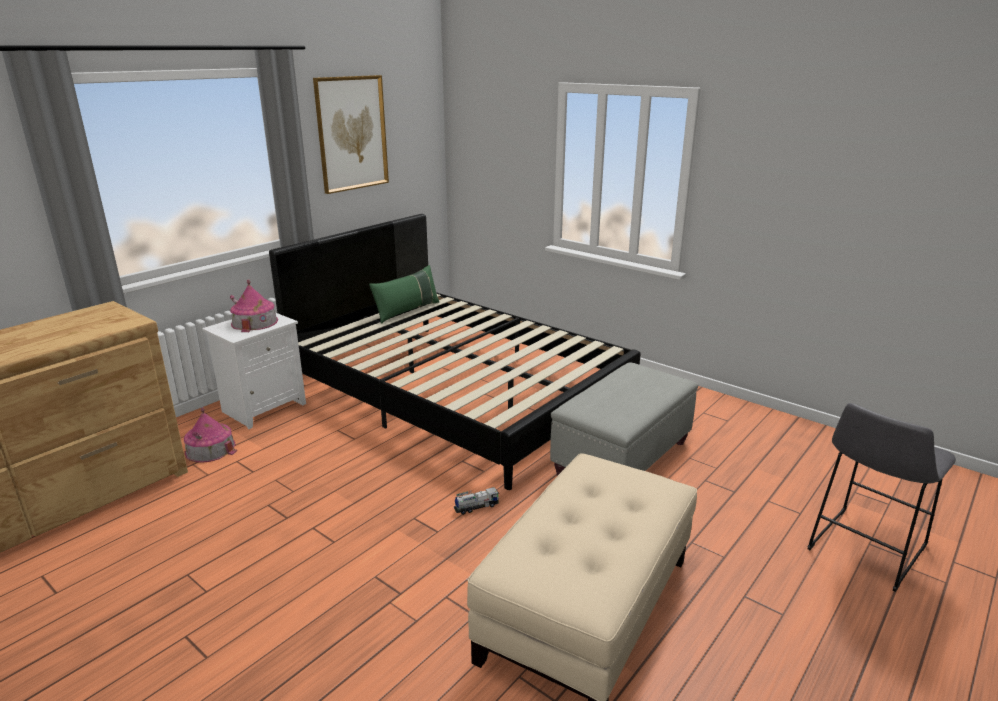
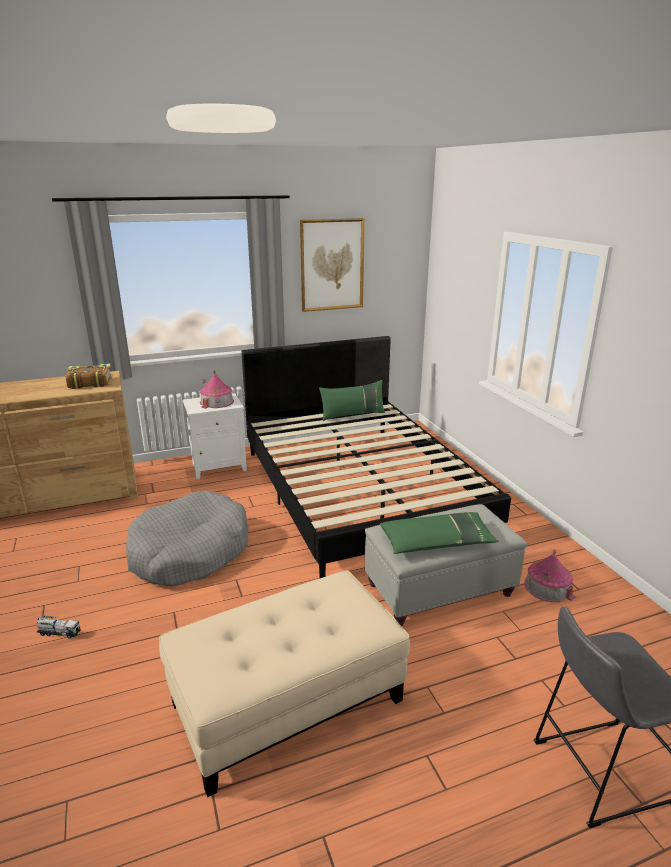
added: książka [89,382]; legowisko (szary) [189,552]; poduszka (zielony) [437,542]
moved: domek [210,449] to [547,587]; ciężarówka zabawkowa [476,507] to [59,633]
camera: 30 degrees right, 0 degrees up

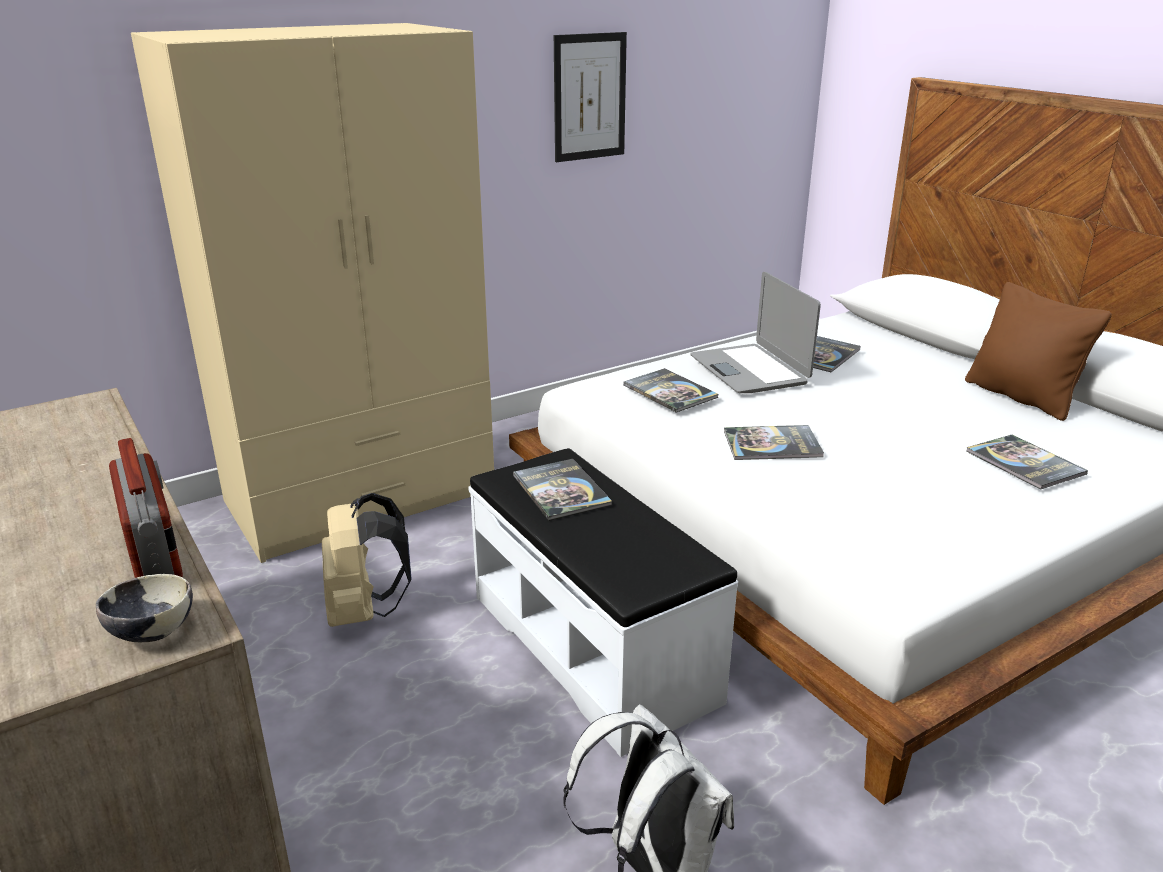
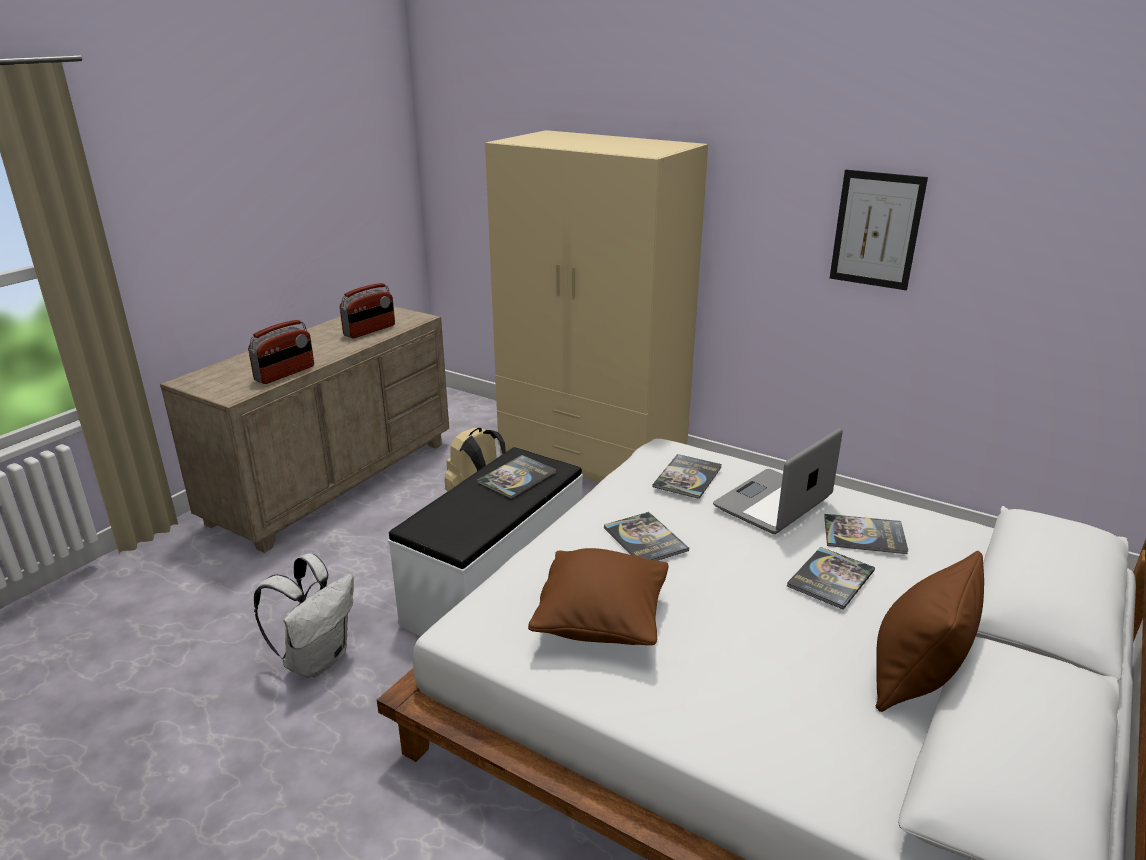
removed: miska [152,633]
added: radio [370,330]; poduszka (brązowy) [601,623]
moved: książka [1024,463] to [830,578]
camera: 65 degrees right, 0 degrees up

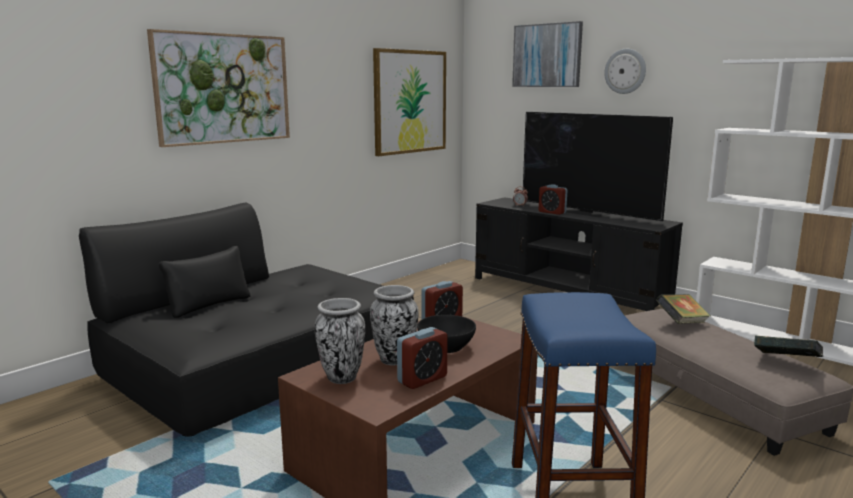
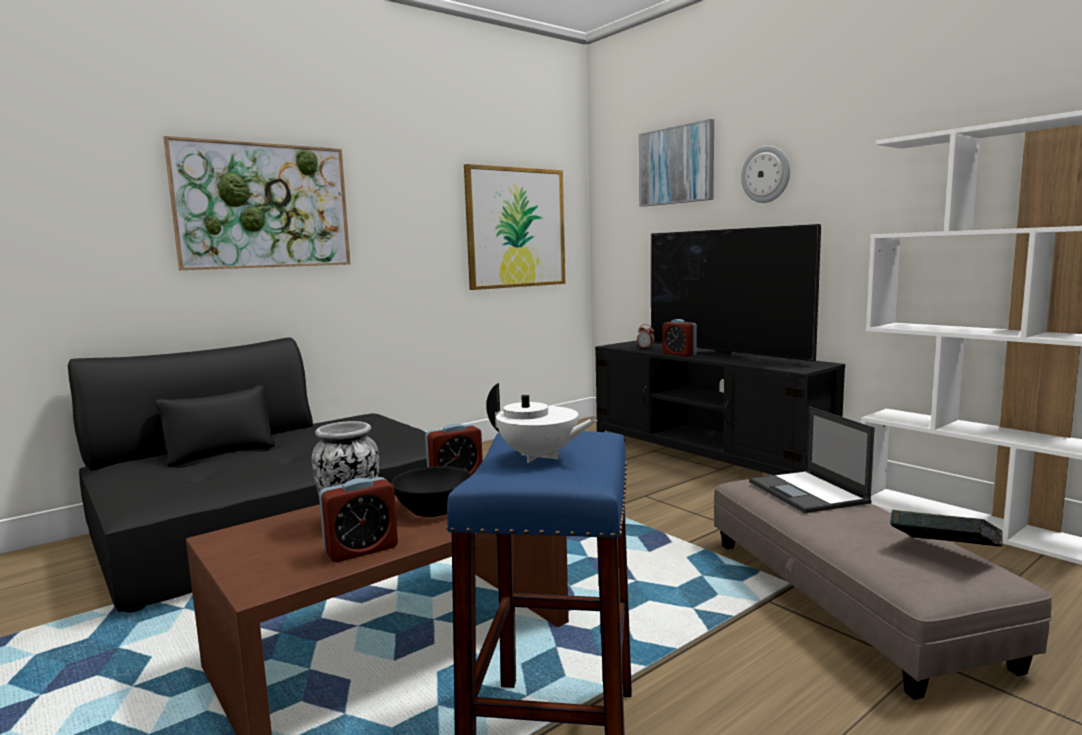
removed: wazon [341,377]
added: imbryk (biały) [539,457]
replaced: książka [681,323] to laptop [808,492]
camera: 10 degrees right, 5 degrees down

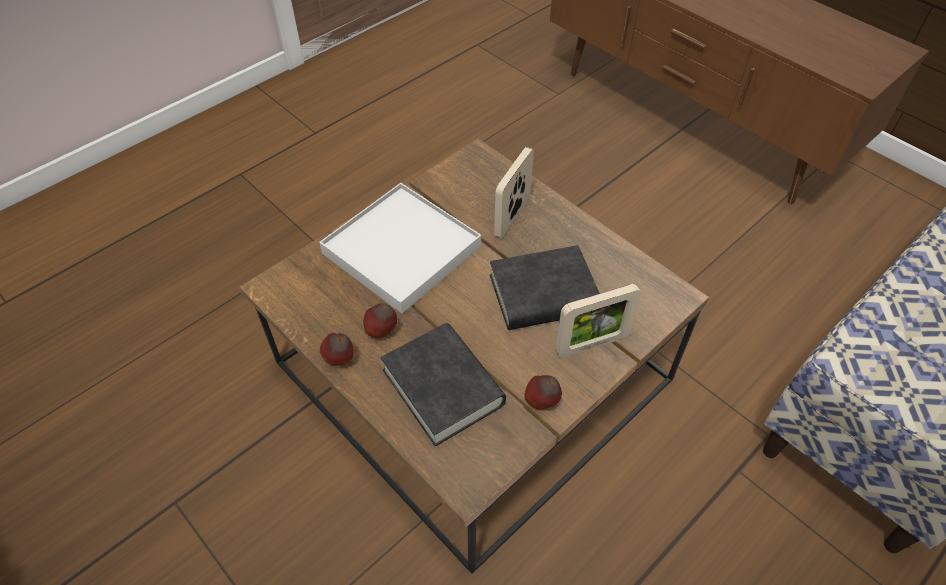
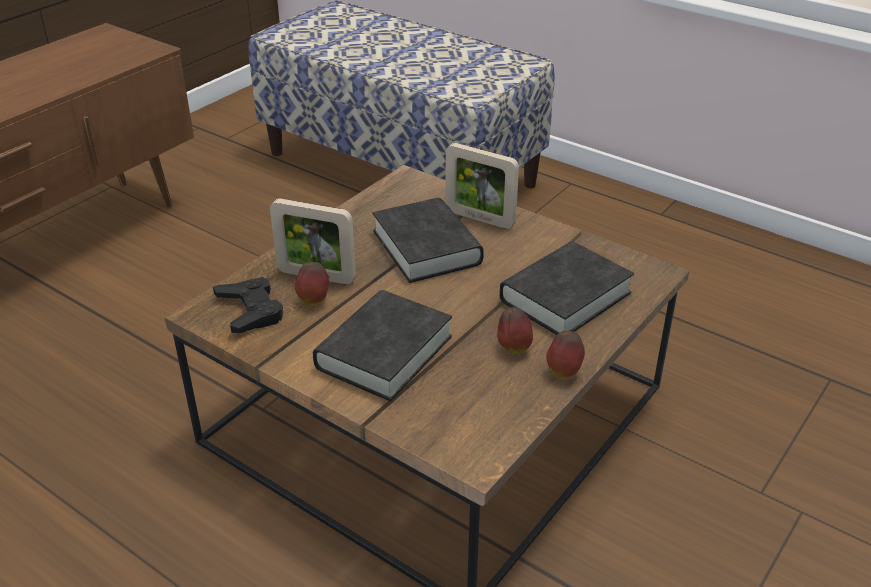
added: pad do gier (czarny) [250,310]
moved: jabłko [541,402] to [314,300]
replaced: taca (biały) [402,250] to książka (czarny) [384,352]
turned: ramka na zdjęcie [591,344] = [479,218] 150 degrees clockwise
camera: 100 degrees left, 15 degrees down

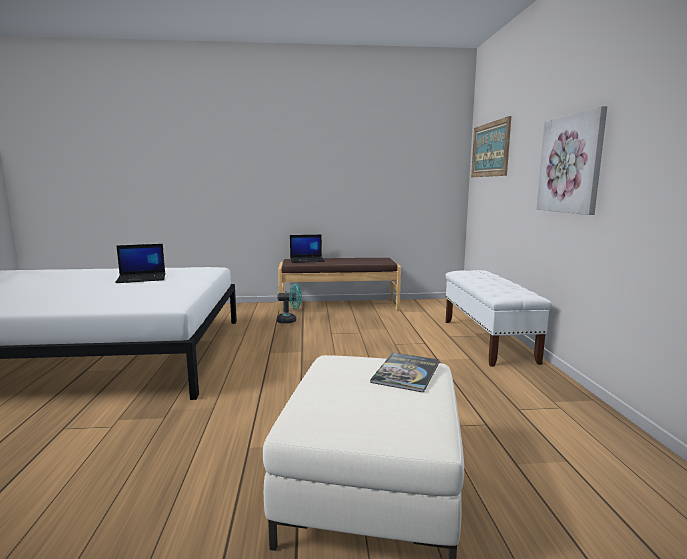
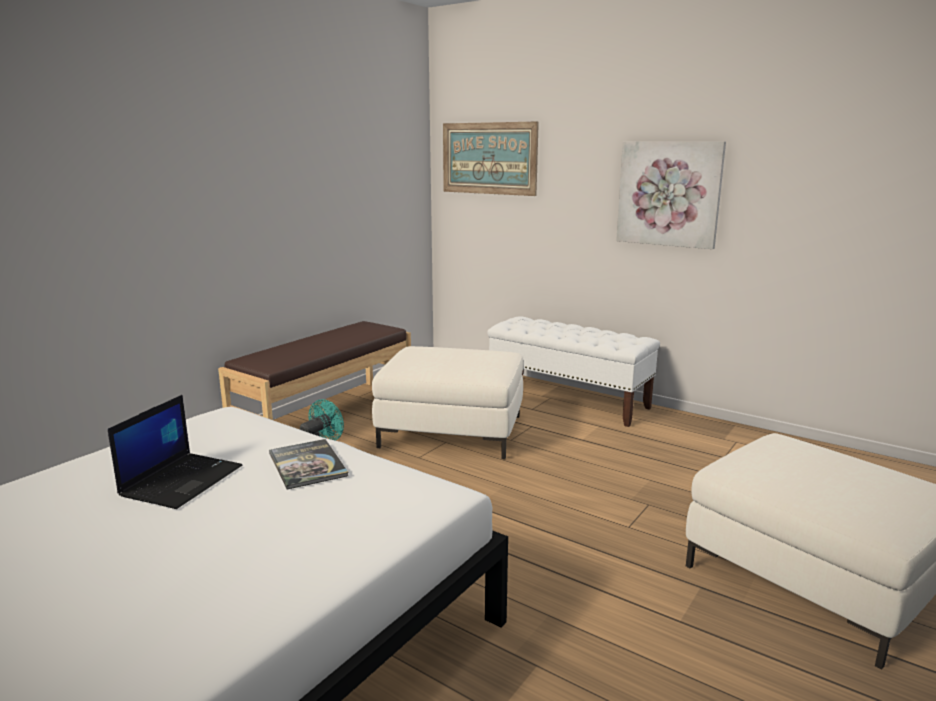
removed: laptop [307,260]
added: pufa (biały) [451,431]
moved: książka [406,372] to [307,465]
camera: 50 degrees left, 5 degrees up

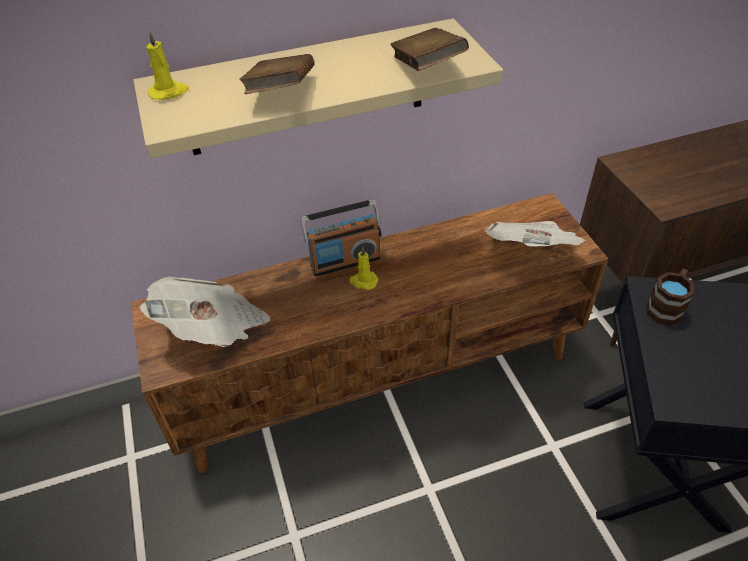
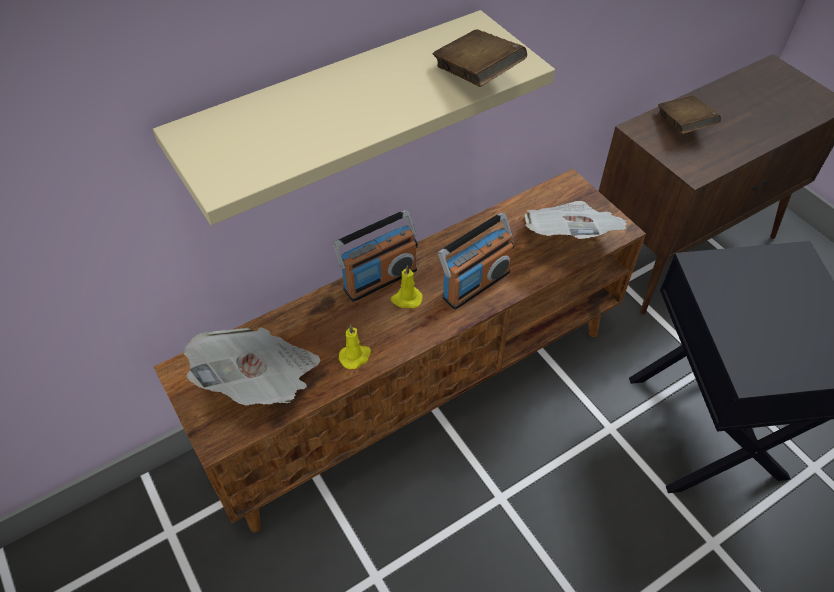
removed: kubek (brązowy) [666,306]
added: radio [475,284]
moved: świeca (żółty) [169,92] to [355,356]; książka (brązowy) [281,93] to [683,126]
camera: 15 degrees left, 5 degrees up

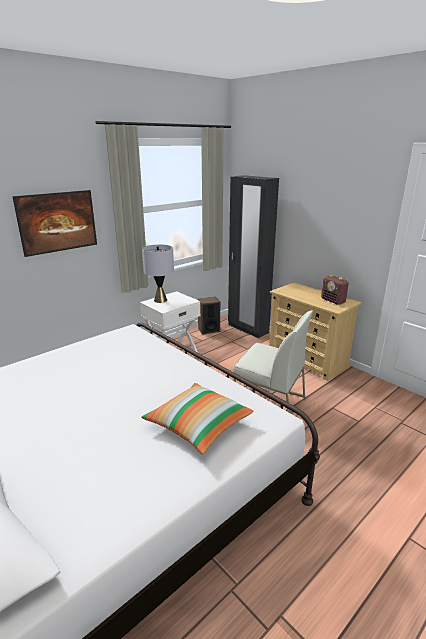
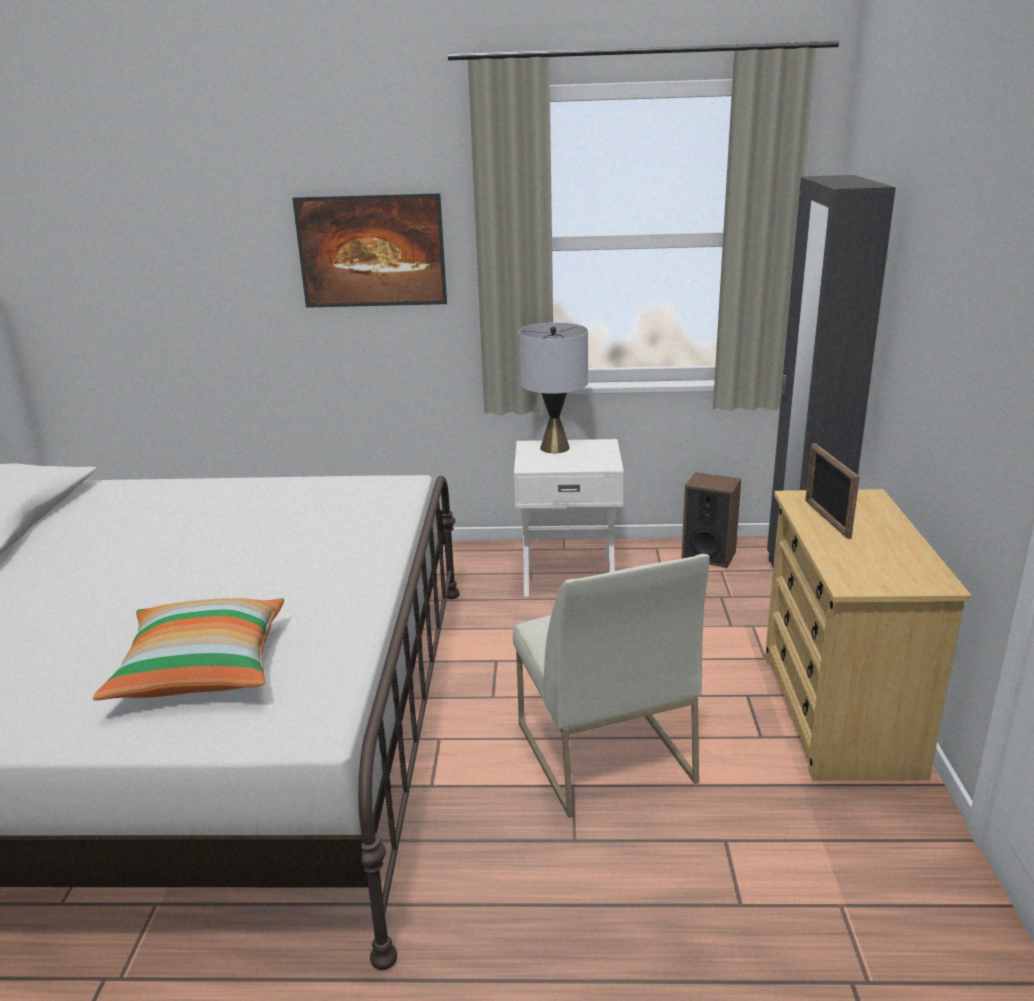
removed: radio [333,301]
added: ramka na zdjęcie [826,519]
camera: 45 degrees right, 0 degrees up

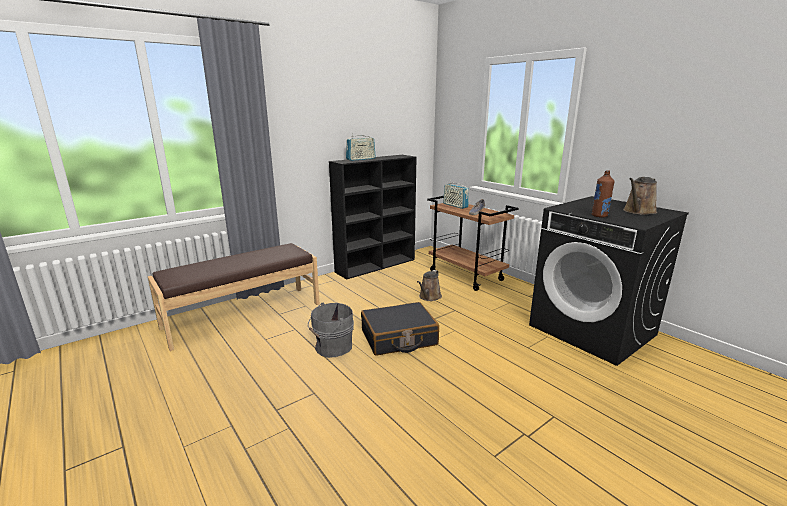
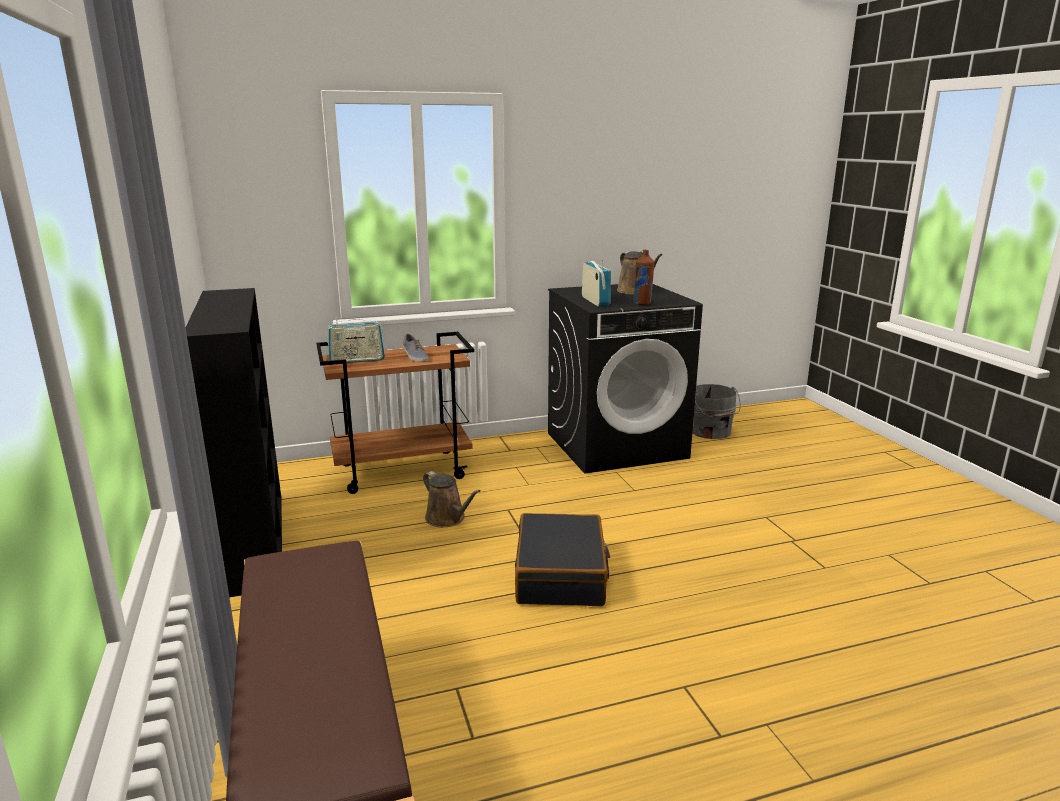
moved: radio [361,159] to [595,301]; wiadro (szary) [332,347] to [710,432]
camera: 70 degrees left, 0 degrees up

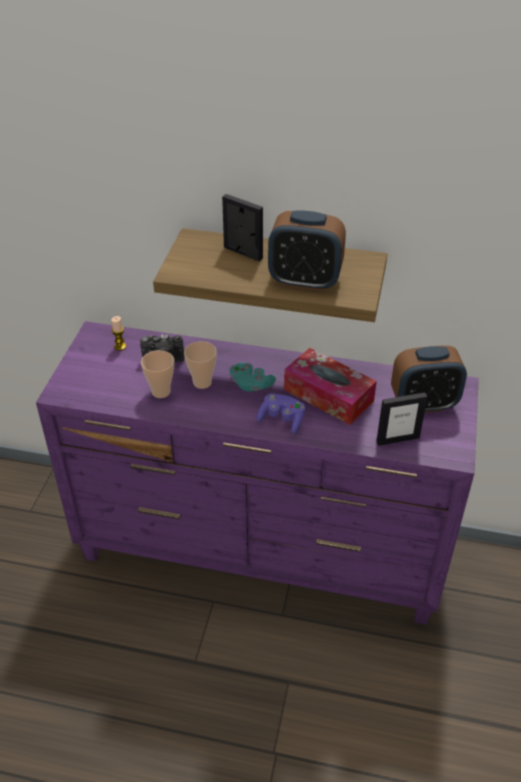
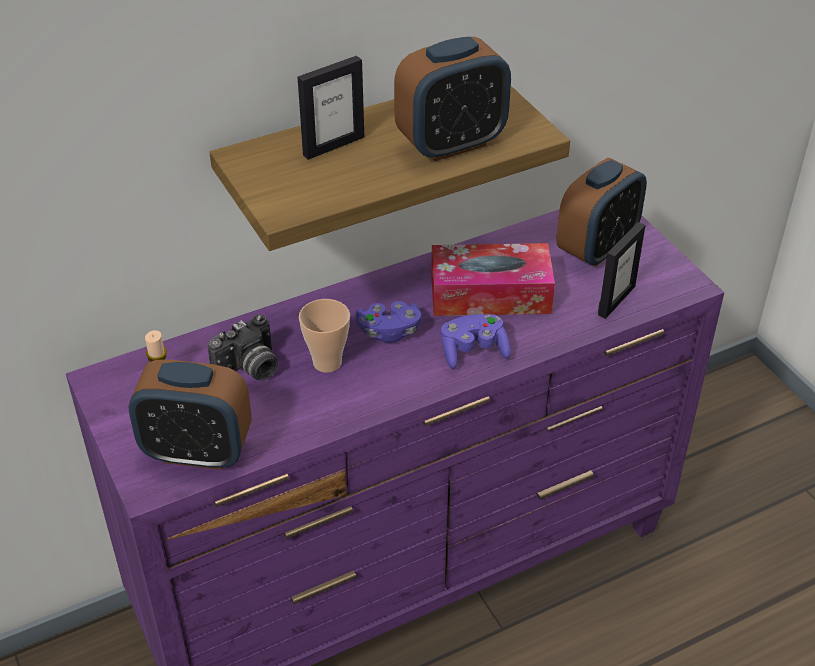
removed: filiżanka [161,392]
added: budzik [197,452]
recoloured: pad do gier (turkusowy) [251,384] to pad do gier (fioletowy) [388,331]
turned: ramka na zdjęcie [243,253] = [333,146] 150 degrees clockwise
camera: 40 degrees left, 0 degrees up

